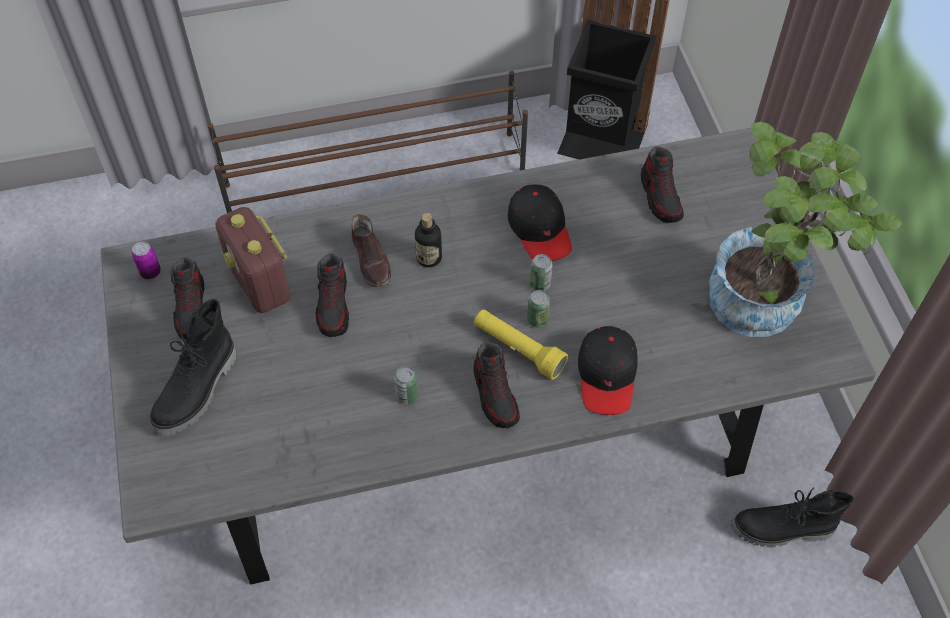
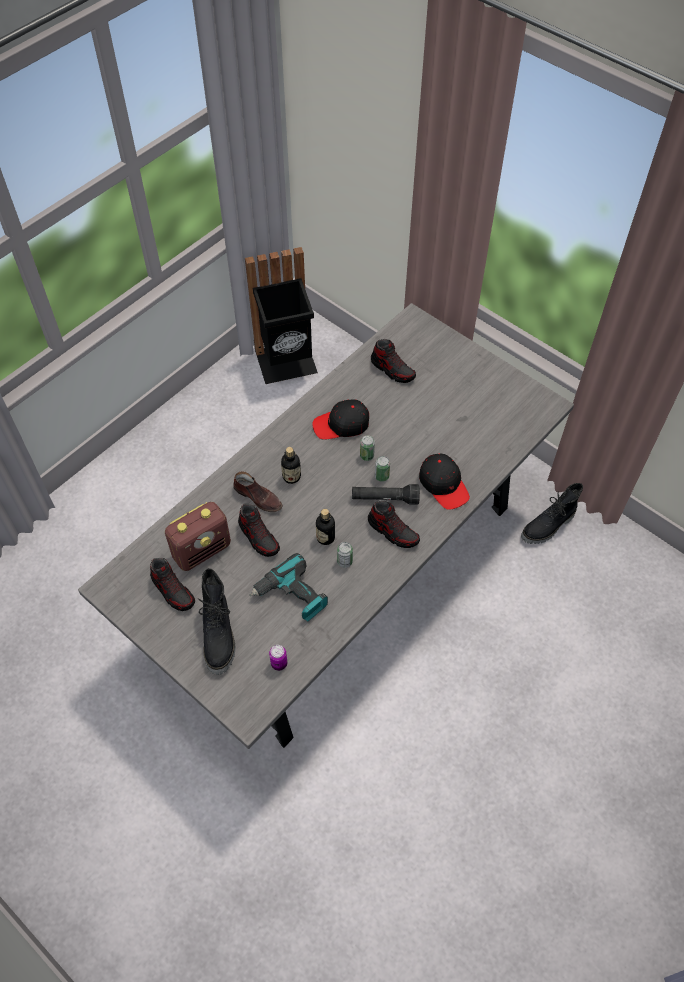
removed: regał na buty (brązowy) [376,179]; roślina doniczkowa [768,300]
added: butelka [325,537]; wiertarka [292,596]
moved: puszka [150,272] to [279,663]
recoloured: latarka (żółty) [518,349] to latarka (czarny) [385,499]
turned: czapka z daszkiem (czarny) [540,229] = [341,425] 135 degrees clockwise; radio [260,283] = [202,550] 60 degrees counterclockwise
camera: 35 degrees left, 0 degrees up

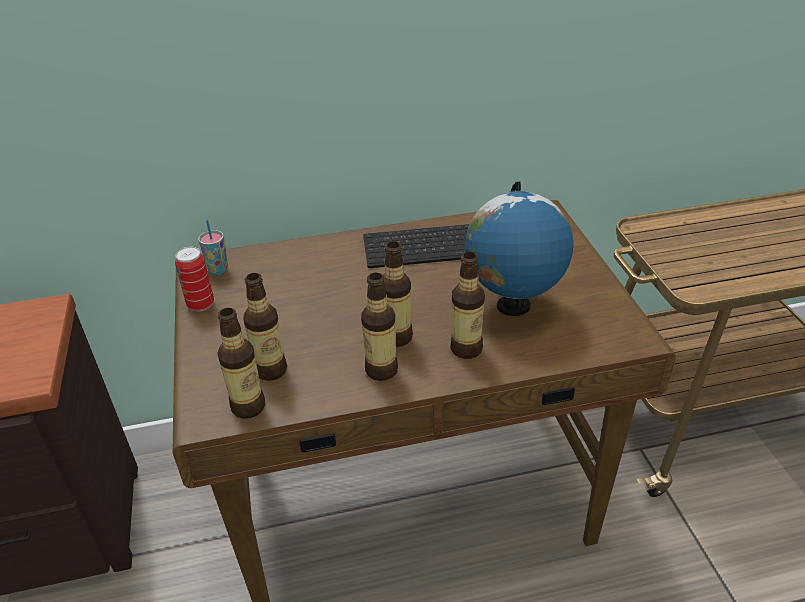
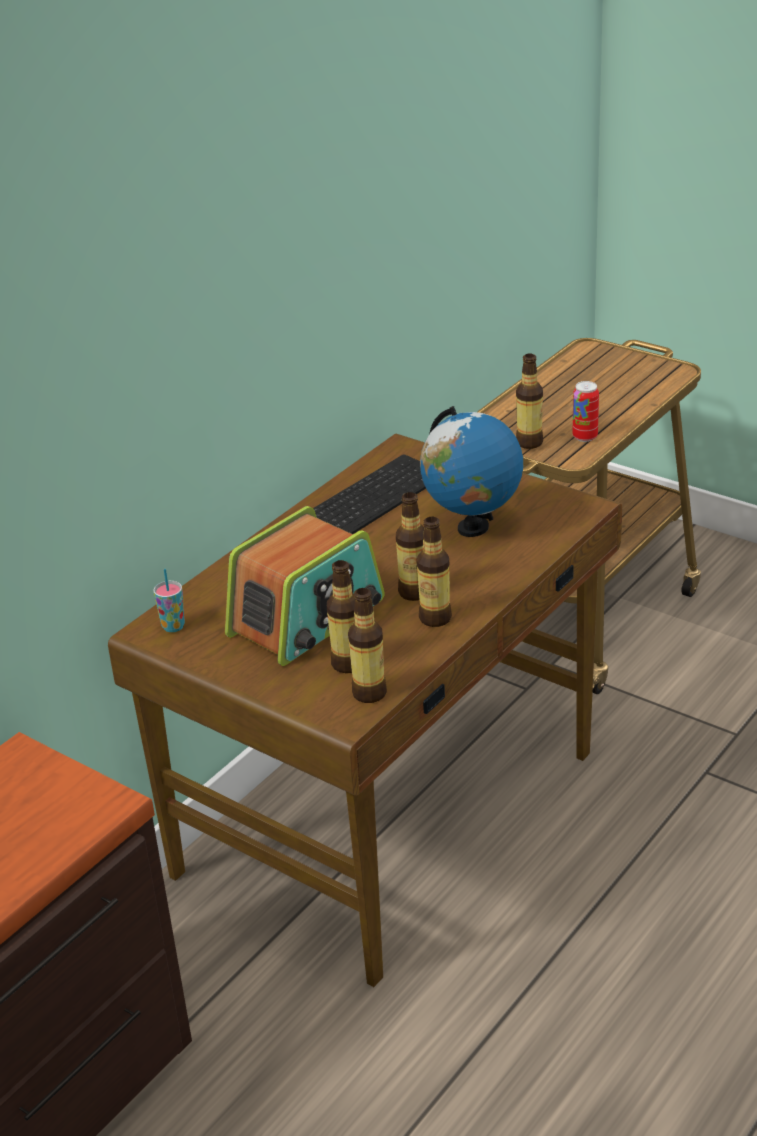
added: radio [307,618]
moved: puszka [201,304] to [585,437]; butelka [466,349] to [529,442]
camera: 40 degrees left, 5 degrees down

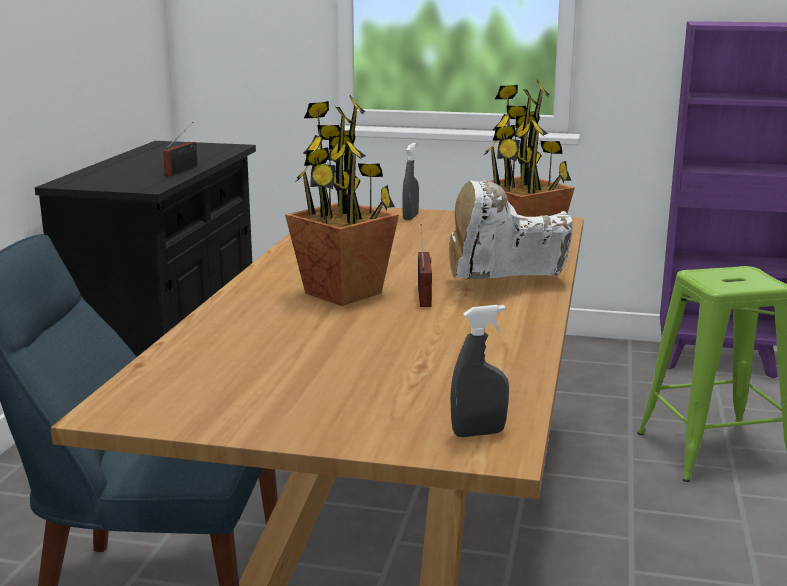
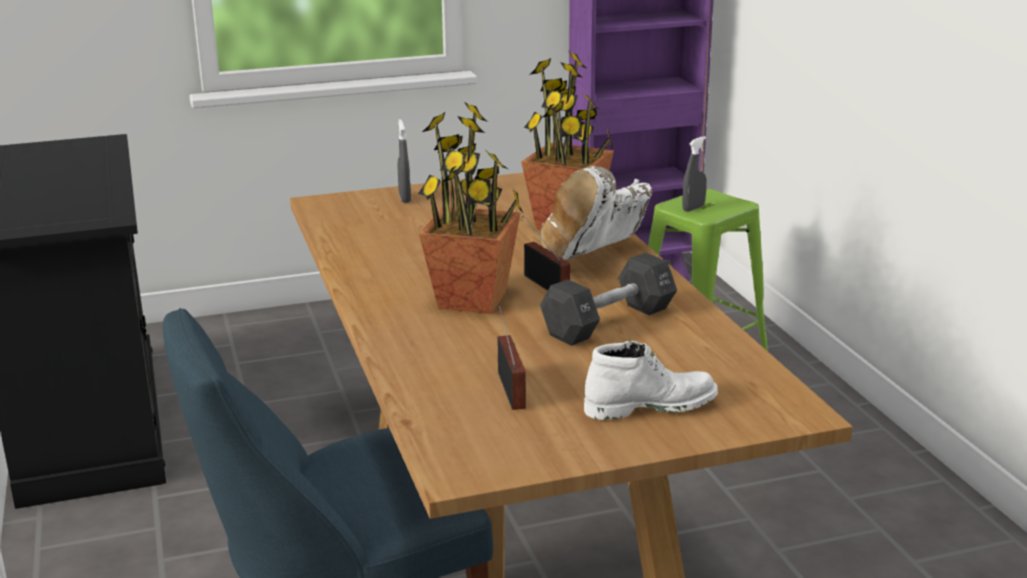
added: hantel (czarny) [608,322]; but z cholewką (biały) [650,406]
moved: radio [183,170] to [511,388]; spryskiwacz (szary) [478,433] to [693,208]
camera: 30 degrees left, 5 degrees up

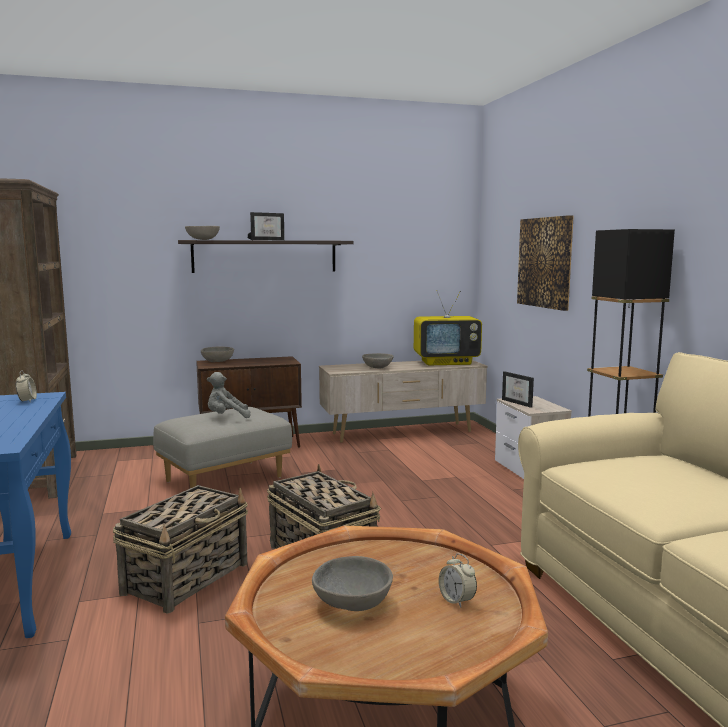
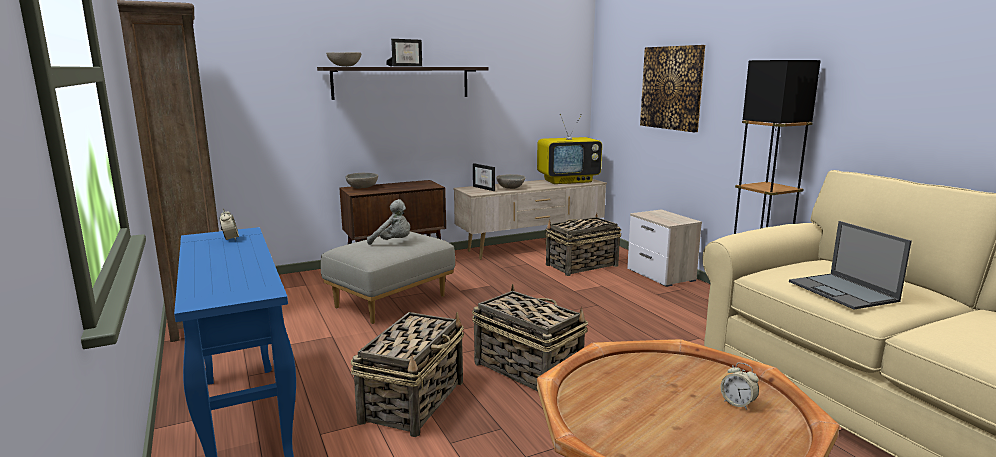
removed: miska (szary) [351,604]
added: koszyk [581,265]; laptop [843,292]
moved: ramka na zdjęcie [520,403] to [486,188]
turned: pluszak (szary) [226,417] = [393,242] 135 degrees counterclockwise
camera: 10 degrees left, 5 degrees up

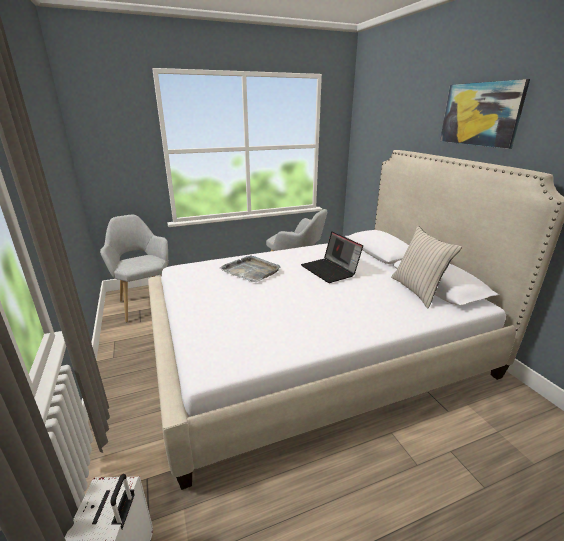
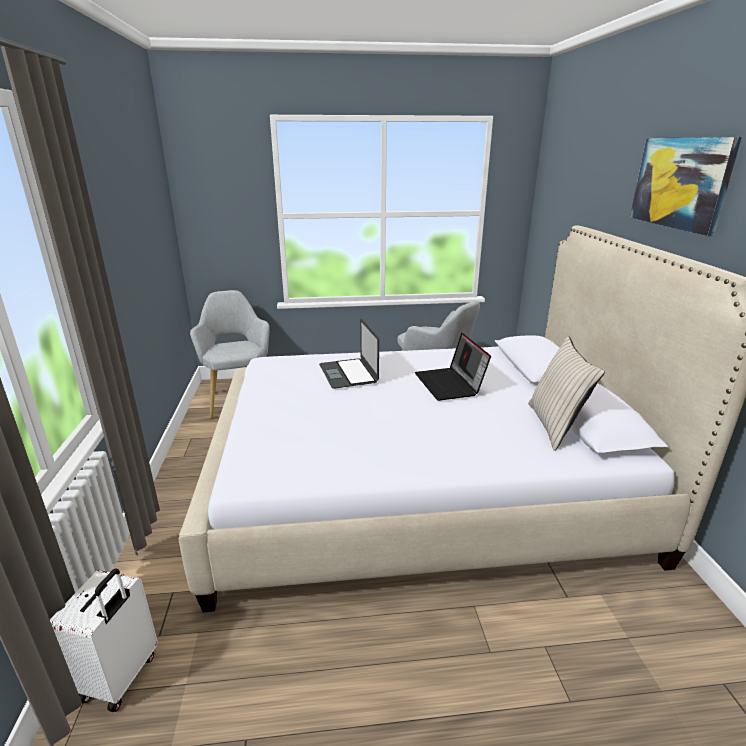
replaced: taca (szary) [251,270] to laptop [348,373]
camera: 15 degrees right, 0 degrees up

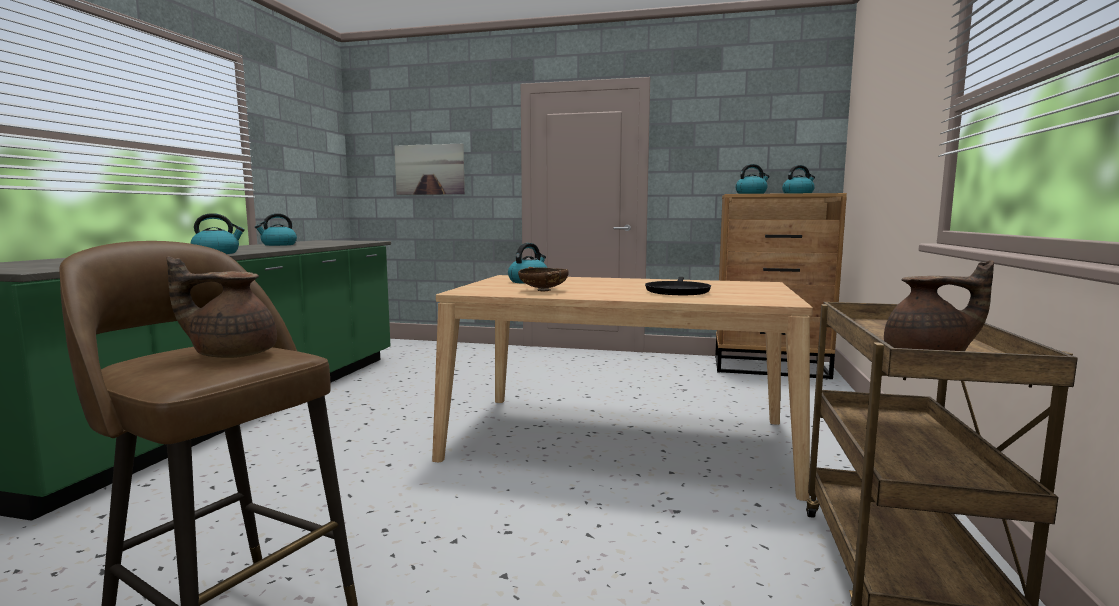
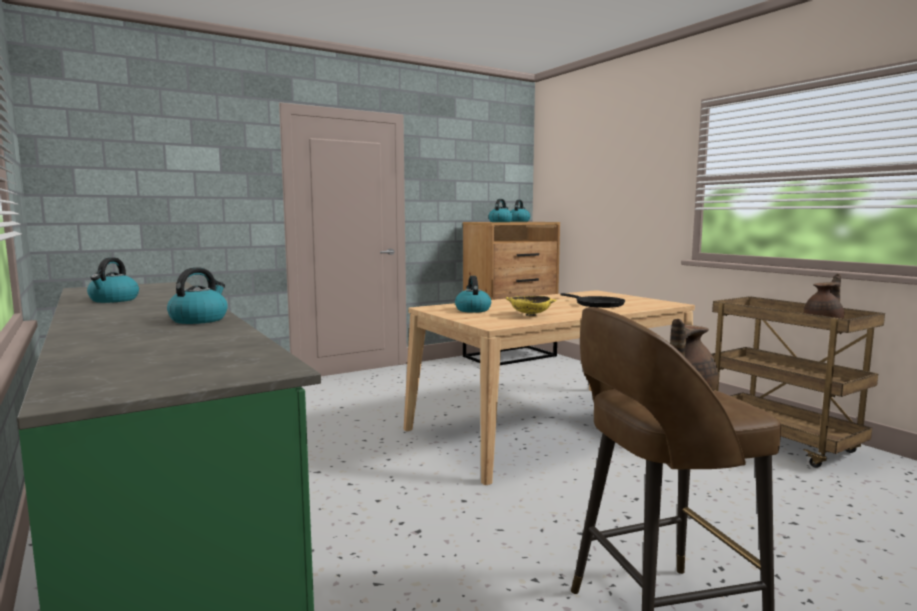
removed: obraz [429,169]
recoloured: miska (brązowy) [543,290] to miska (żółty) [530,315]
camera: 45 degrees left, 0 degrees up

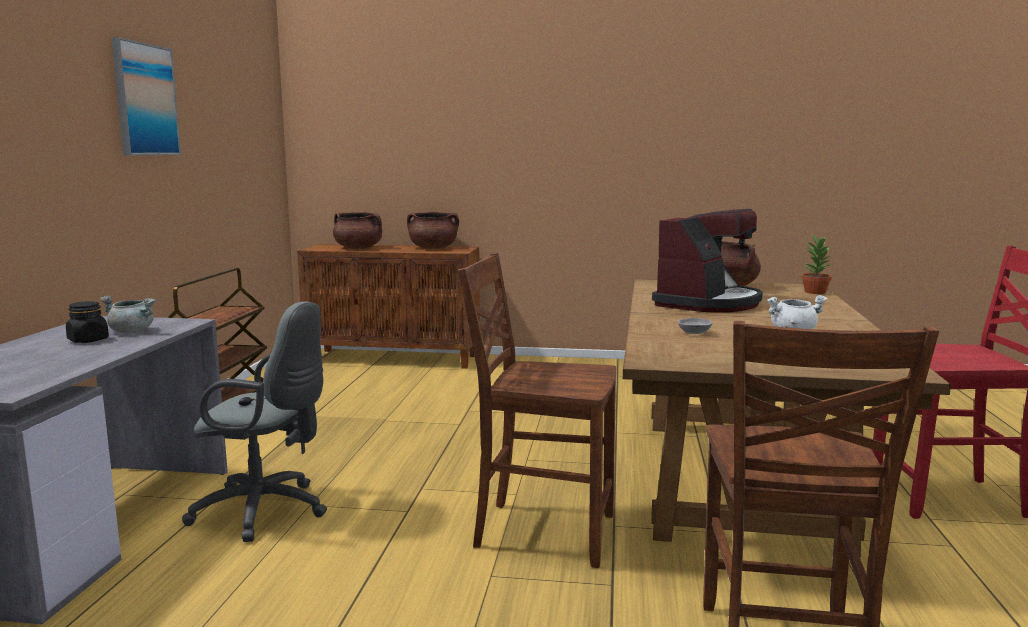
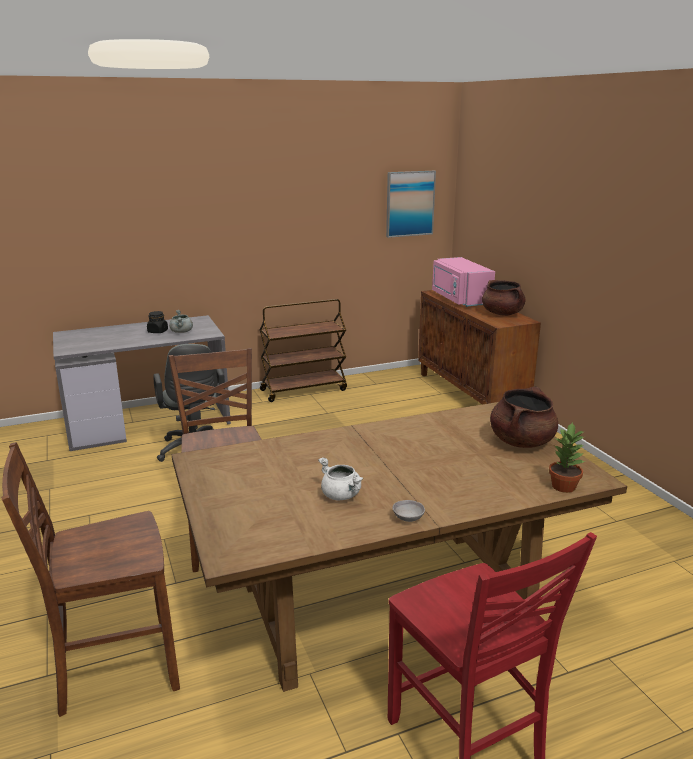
removed: ekspres do kawy [708,303]
moved: obraz [145,100] to [410,203]; miska (szary) [694,333] to [408,518]
replaced: garnek (brązowy) [358,248] to mikrofalówka (różowy) [459,299]
camera: 60 degrees right, 10 degrees up

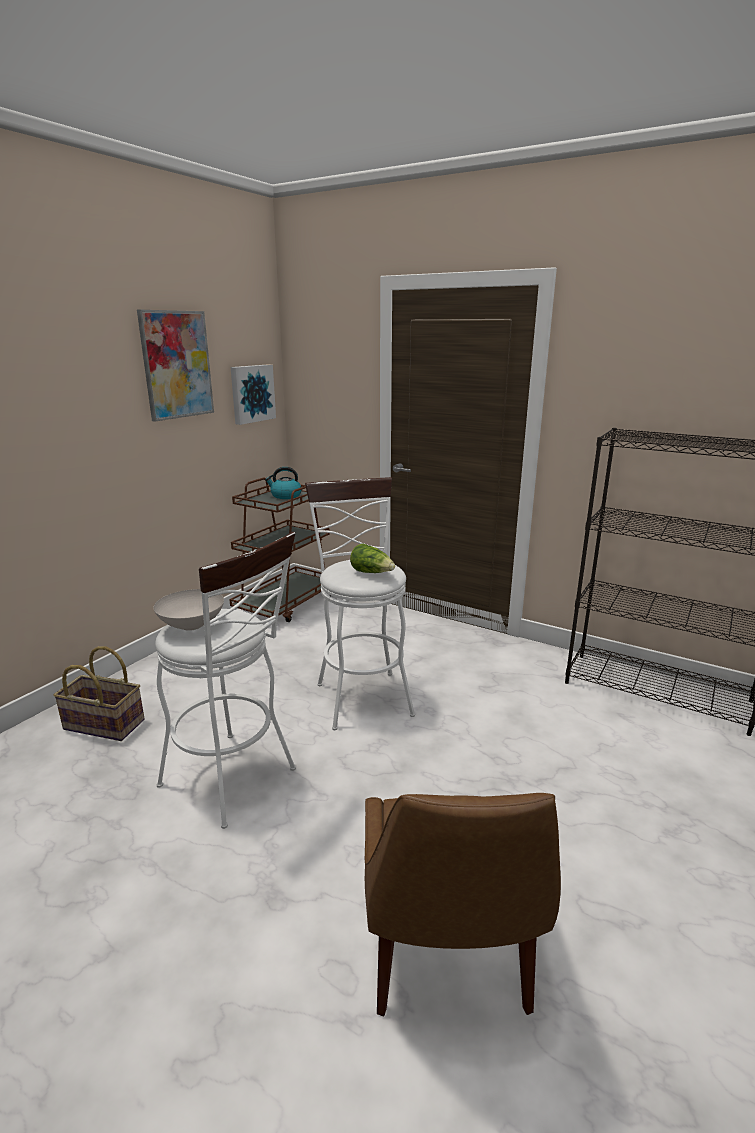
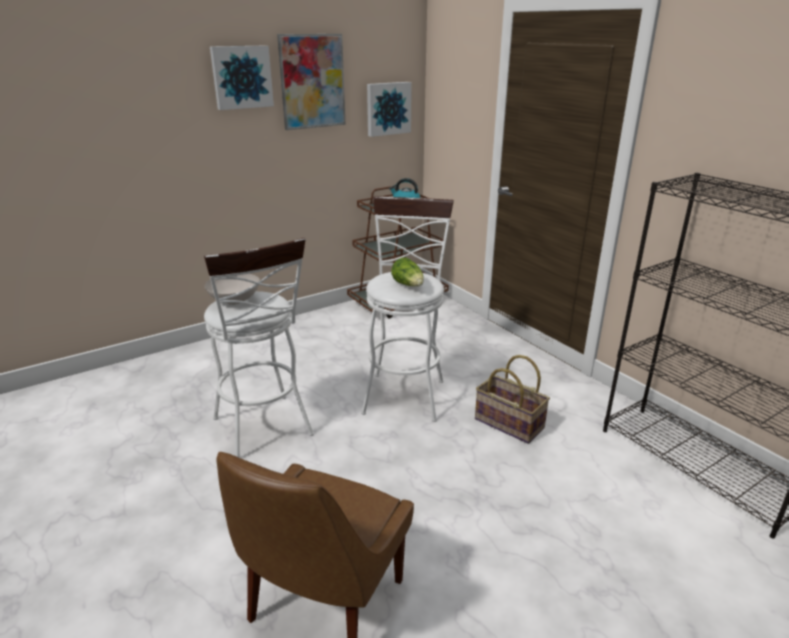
added: obraz [241,77]
moved: koszyk [103,725] to [508,424]
camera: 25 degrees right, 5 degrees up

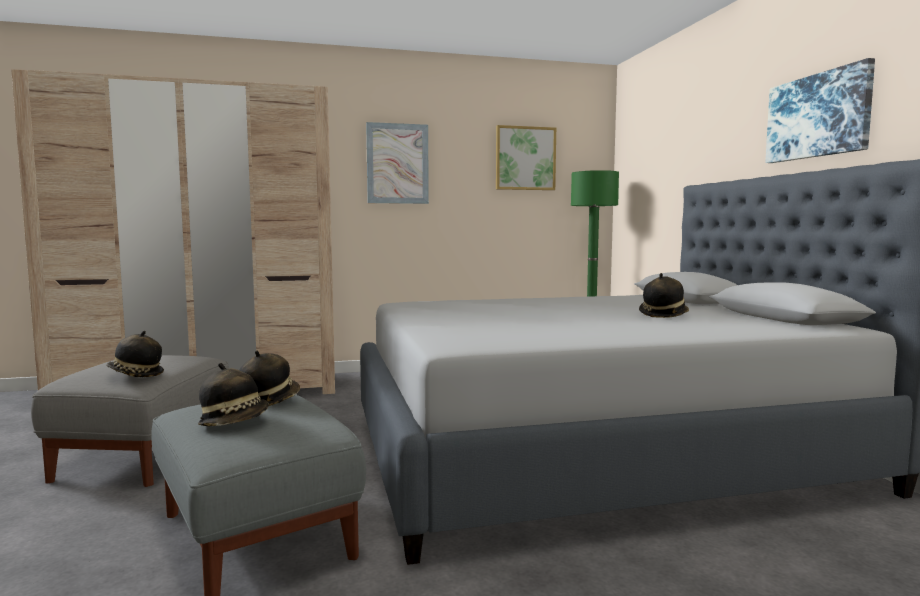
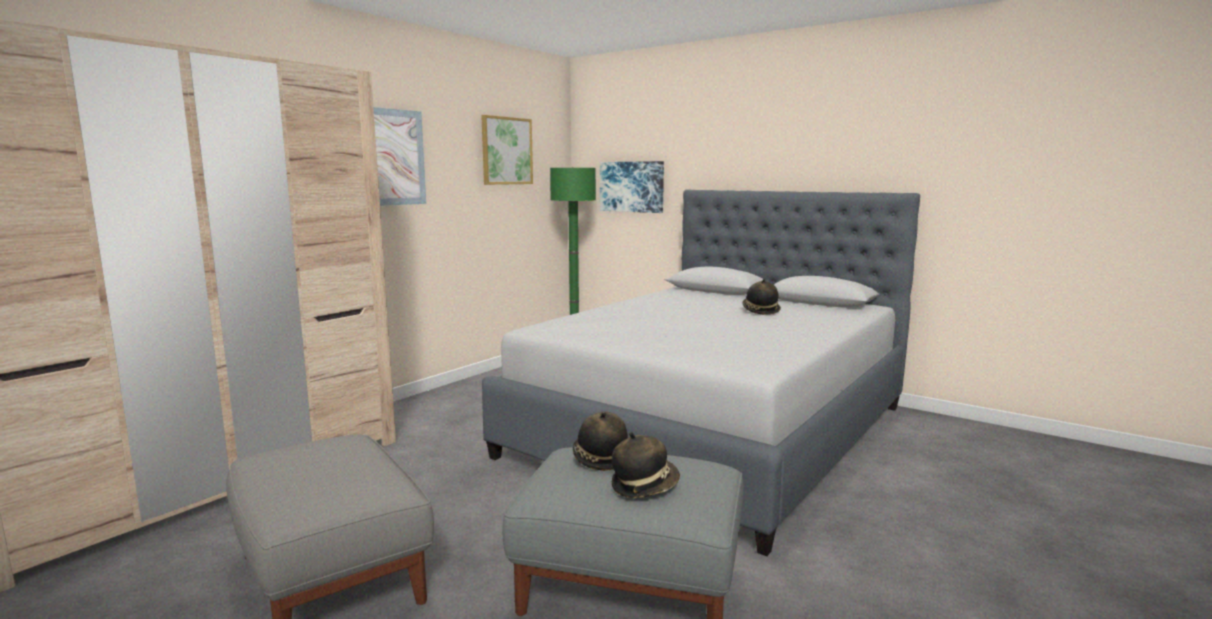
removed: kapelusz [135,375]
moved: obraz [818,116] to [632,186]
camera: 40 degrees left, 5 degrees up

